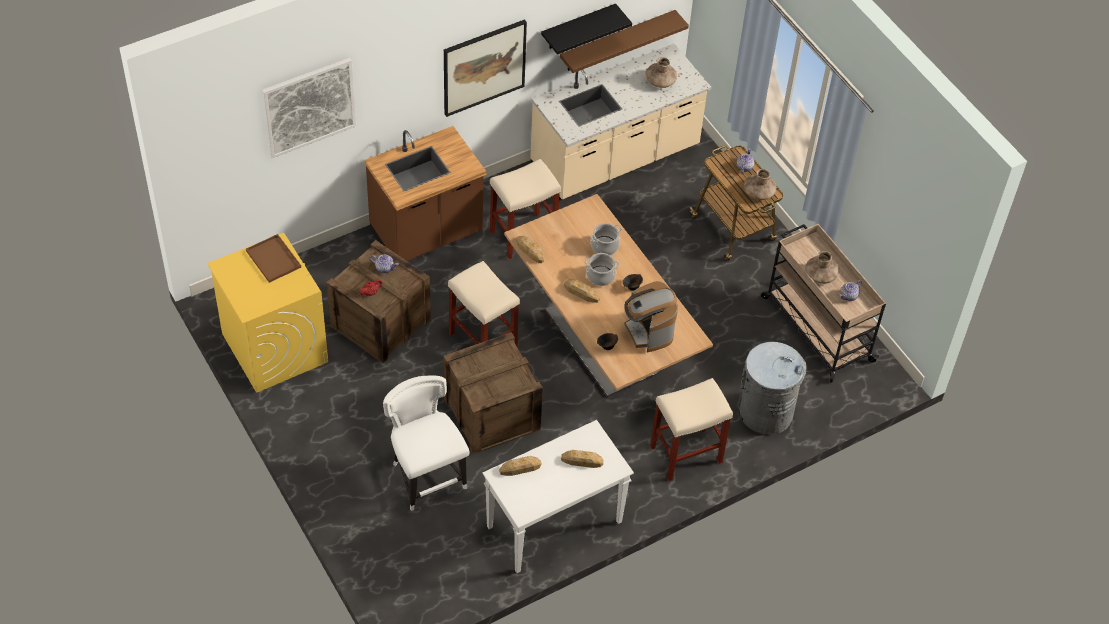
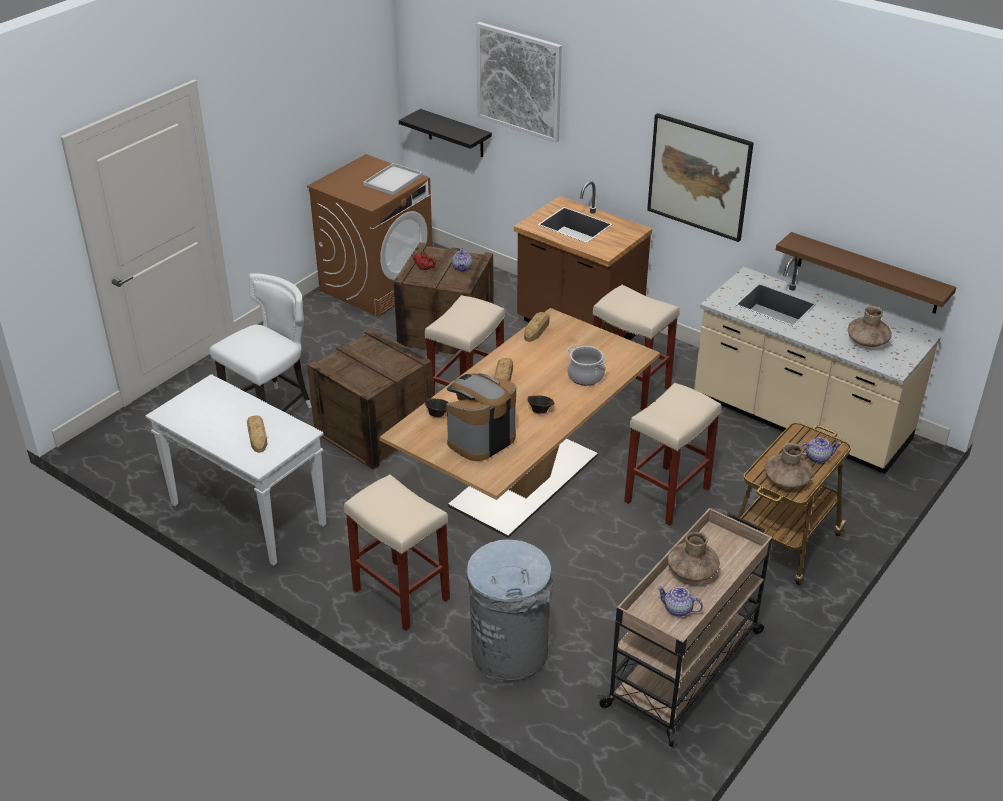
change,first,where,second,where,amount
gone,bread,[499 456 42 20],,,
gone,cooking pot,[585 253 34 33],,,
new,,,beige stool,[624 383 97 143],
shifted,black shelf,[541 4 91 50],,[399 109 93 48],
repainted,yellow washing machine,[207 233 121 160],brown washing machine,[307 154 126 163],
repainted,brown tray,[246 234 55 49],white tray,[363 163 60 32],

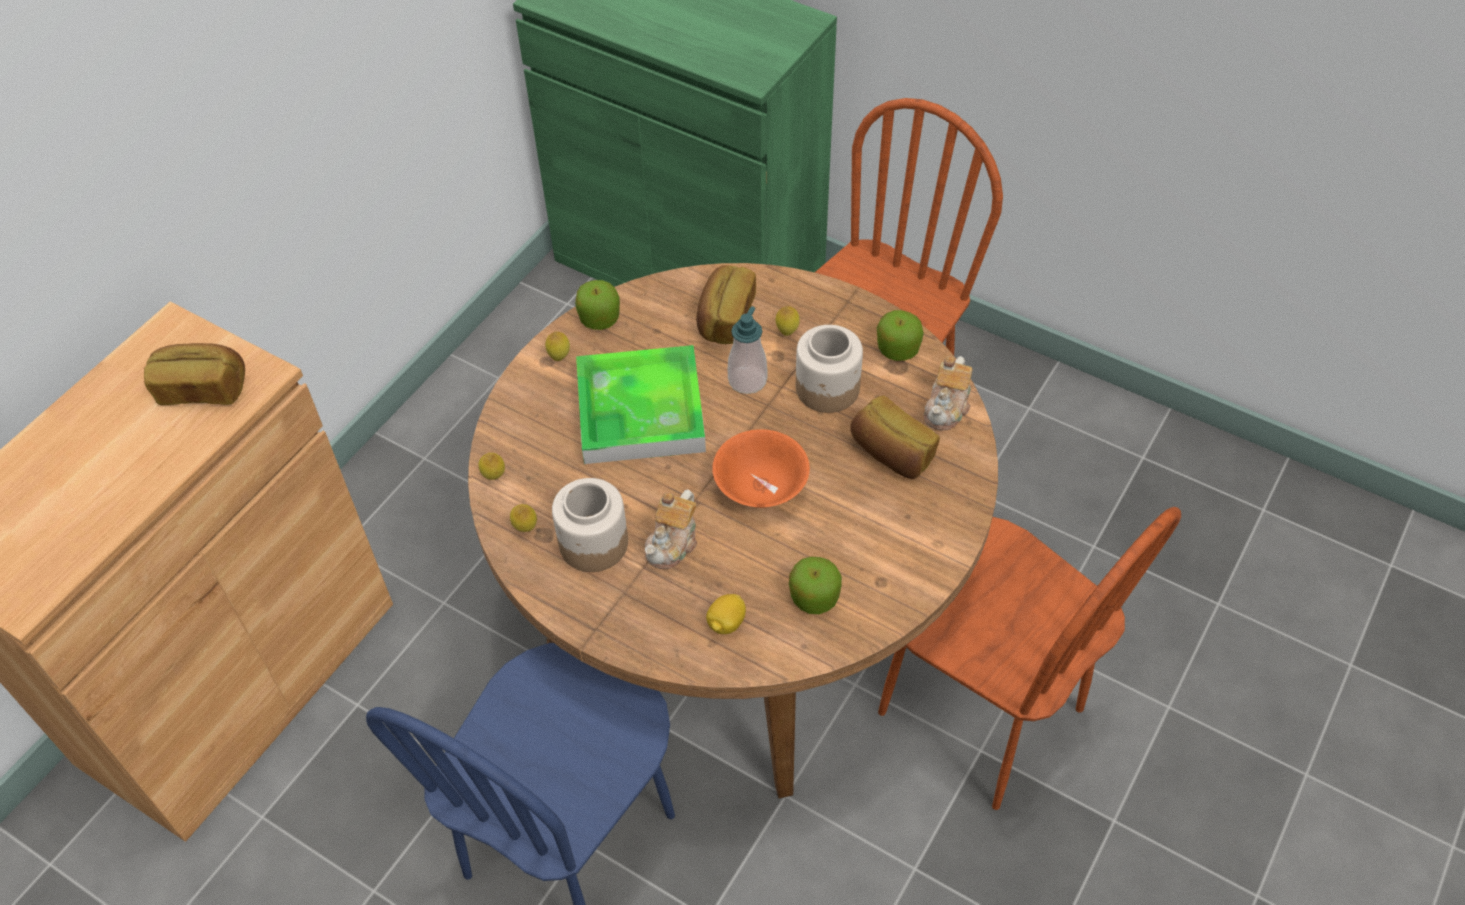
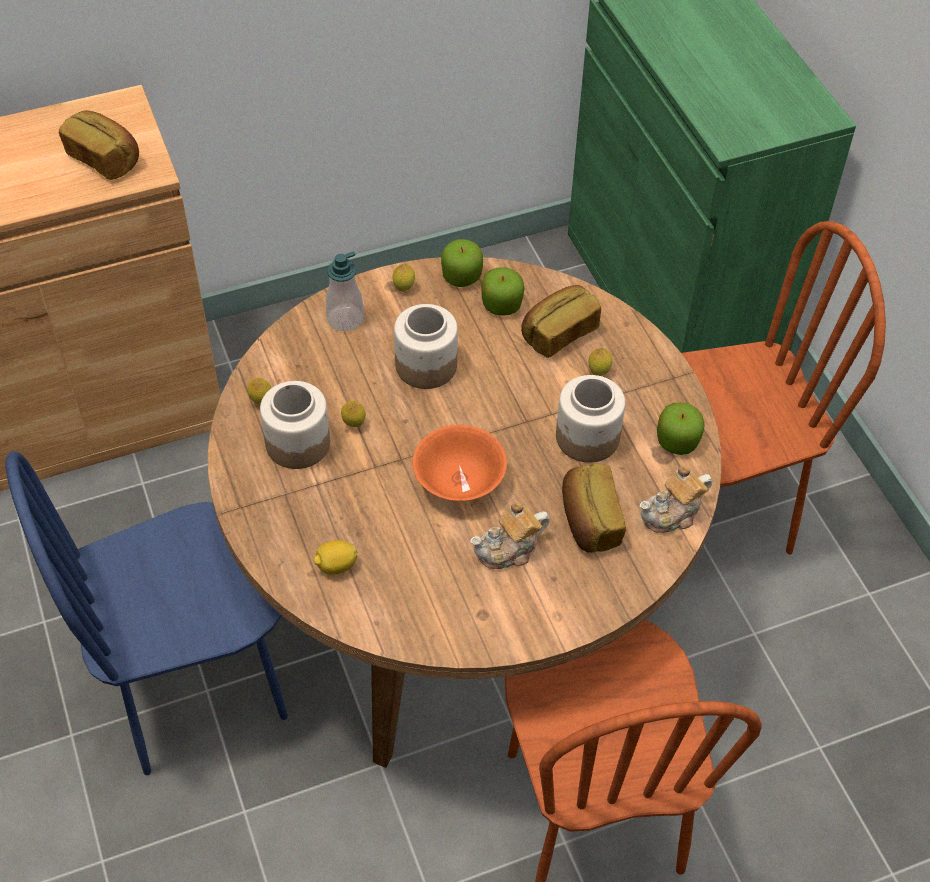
change,first,where,second,where,amount
shifted,lemon,[478 453 27 27],,[341 401 25 26],
shifted,teapot,[645 490 53 79],,[470 502 80 67],
shifted,soap dispenser,[728 306 39 88],,[326 251 38 80],
shifted,apple,[789 557 53 57],,[481 267 44 49],
swapped,tray,[576 345 130 119],jar,[394 304 64 85],

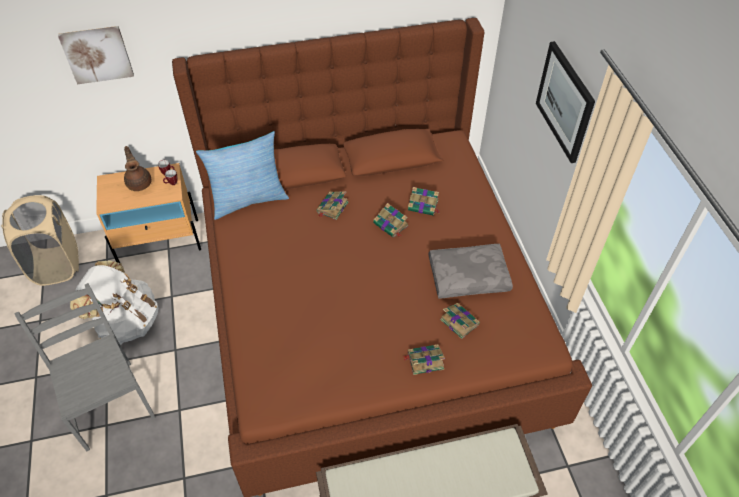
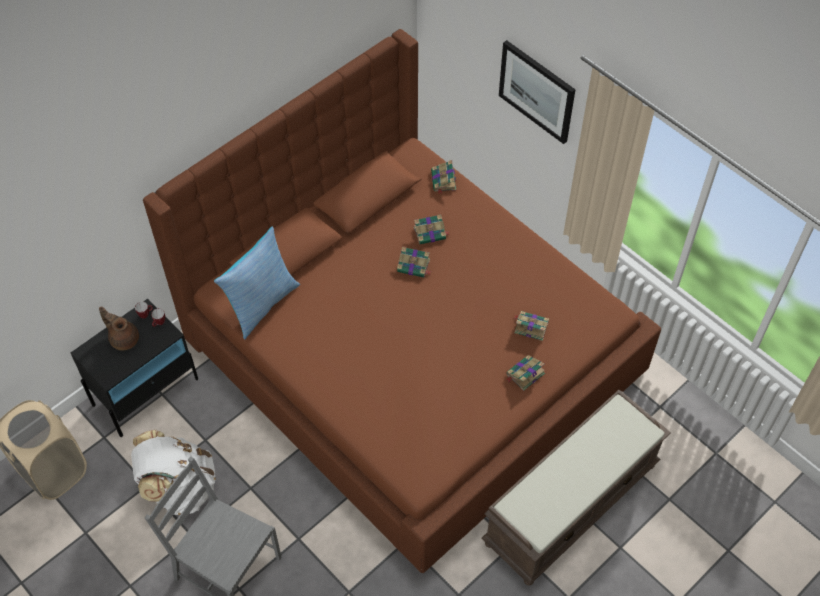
change,first,where,second,where,amount
gone,picture,[58 26 76 58],,,
gone,grey pillow,[429 244 84 54],,,
shifted,book,[316 191 33 29],,[431 160 25 34],
repainted,beige nightstand,[96 163 105 100],black nightstand,[71 299 127 138],

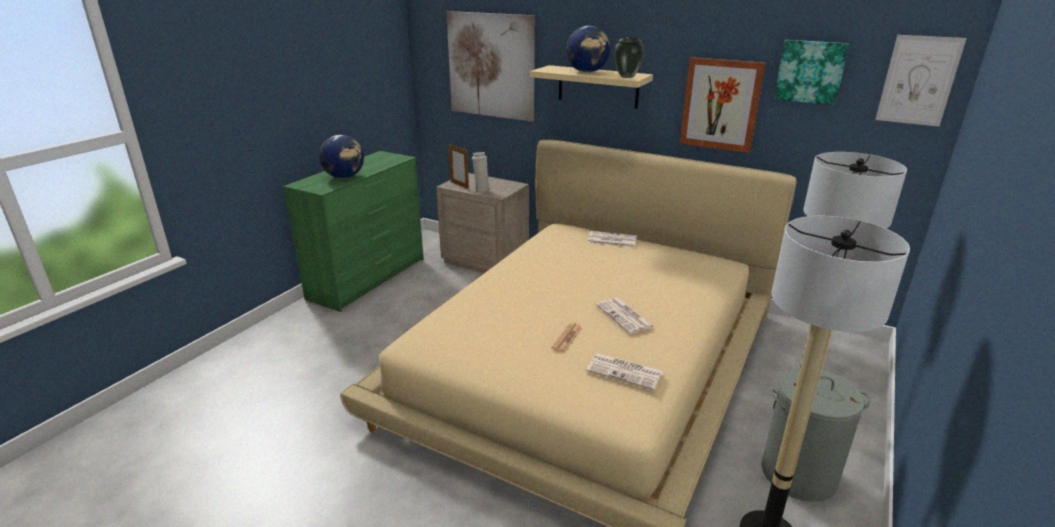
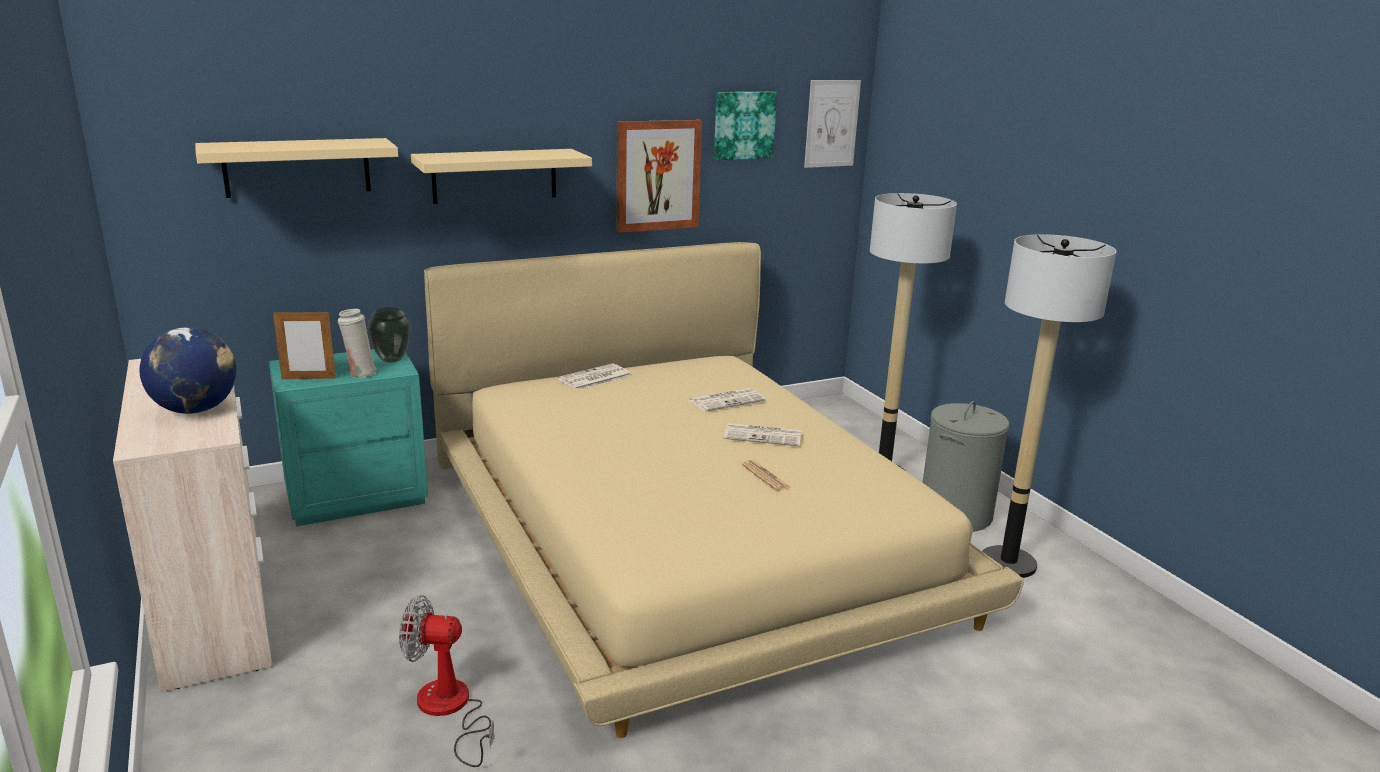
change,first,where,second,where,amount
gone,globe,[566 26 44 47],,,
new,,,fan,[399 595 96 172],
shifted,newspaper,[586 353 78 37],,[689 388 77 24],
shifted,vase,[614 37 30 41],,[367 307 44 56],
swapped,picture,[446 11 89 111],beige shelf,[195 138 203 60],
repainted,green dresser,[283 151 141 161],beige dresser,[113 359 159 333],
repainted,beige nightstand,[436 173 93 100],turquoise nightstand,[269 349 159 177],

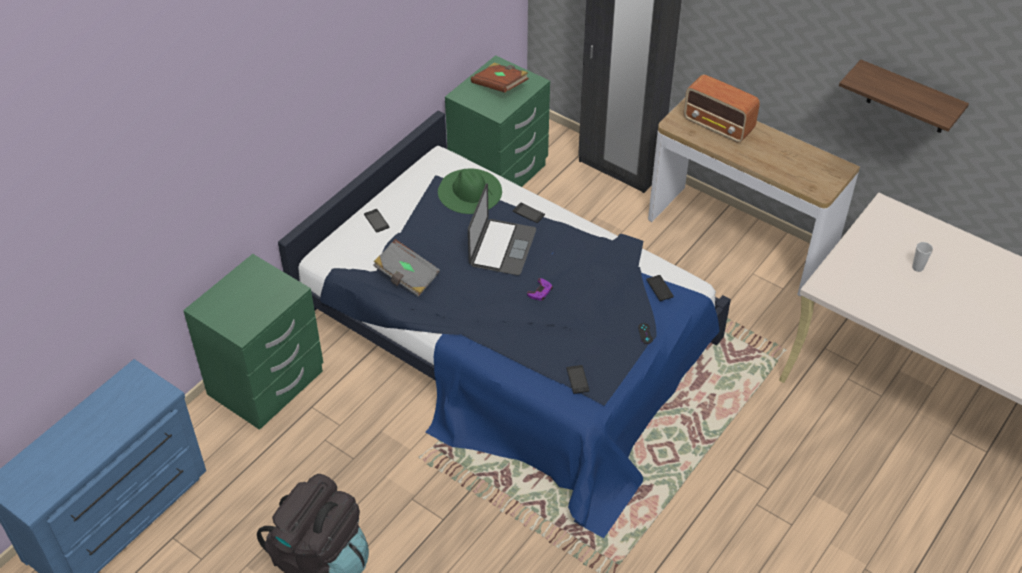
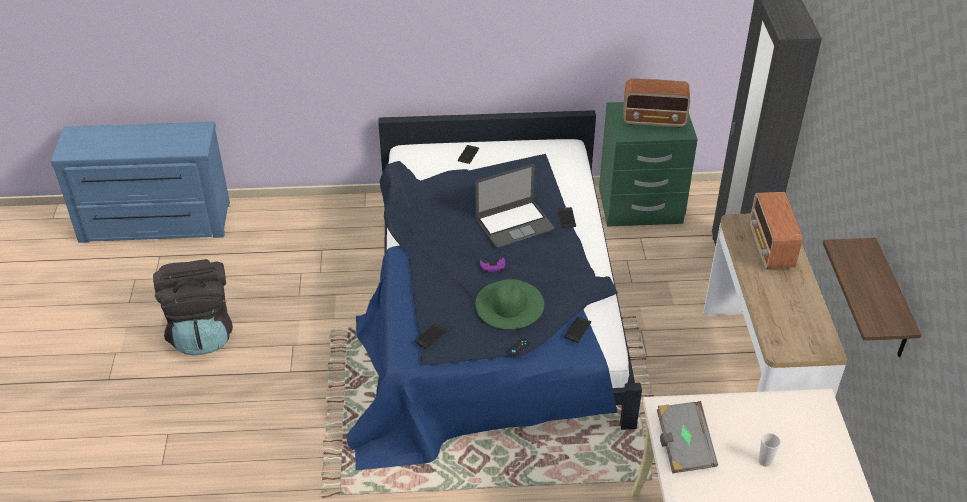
change,first,where,second,where,amount
gone,green nightstand,[183 254 140 176],,,
shifted,grey book,[373 239 67 58],,[657 401 61 72],
shifted,green hat,[438 169 64 45],,[475 279 69 50],
swapped,brown book,[471 63 58 30],radio,[623 79 67 49],

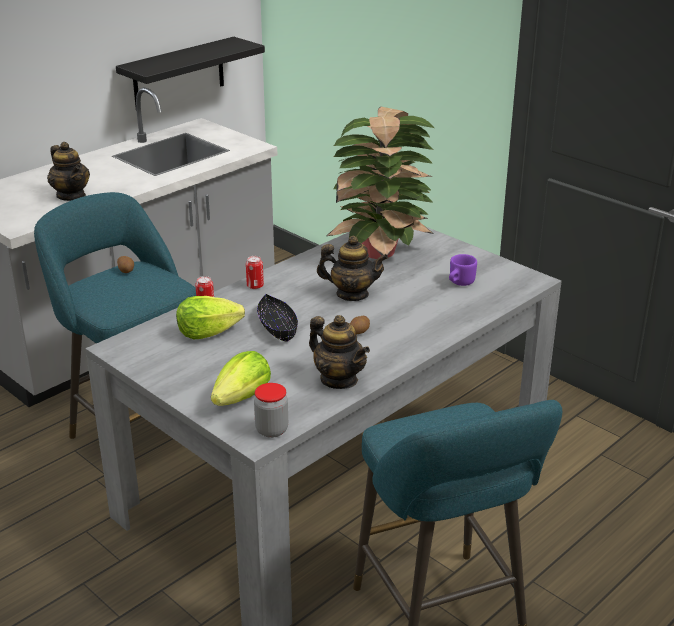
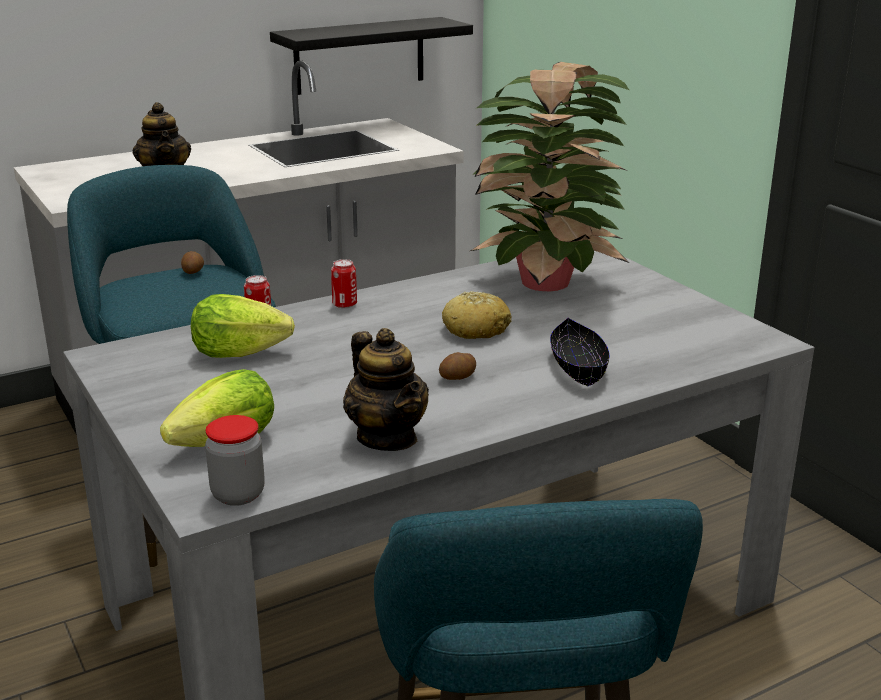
change,first,where,second,where,amount
gone,purple mug,[449 254 28 32],,,
shifted,black bowl,[257 294 41 48],,[550 318 60 68],
swapped,teapot,[317 236 71 65],bread,[442 291 69 48],

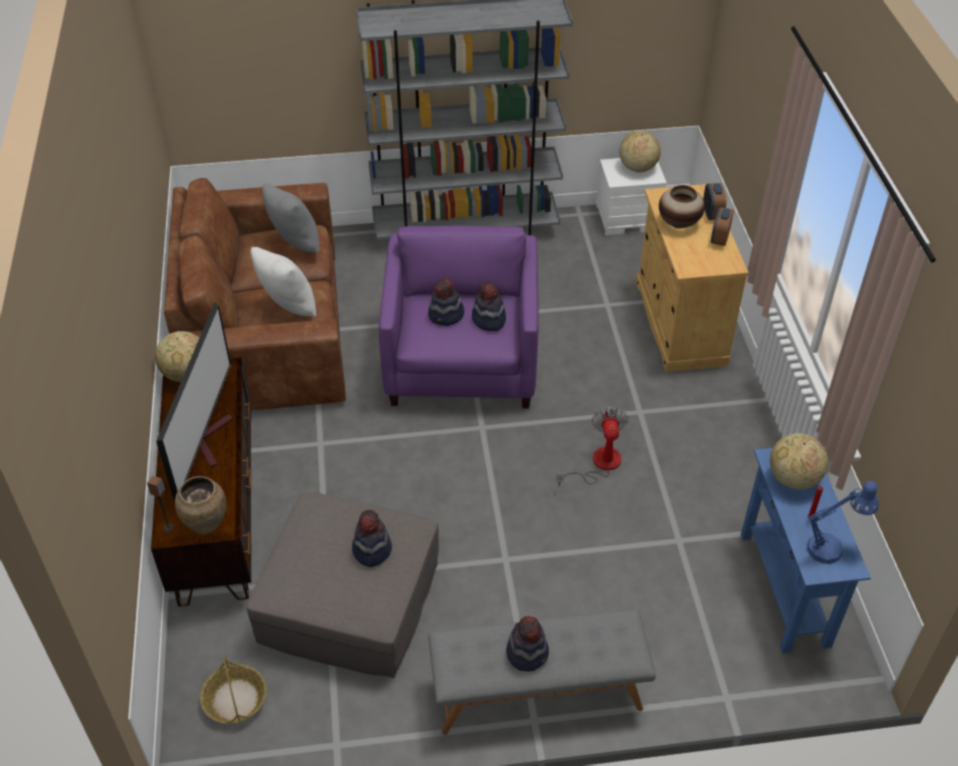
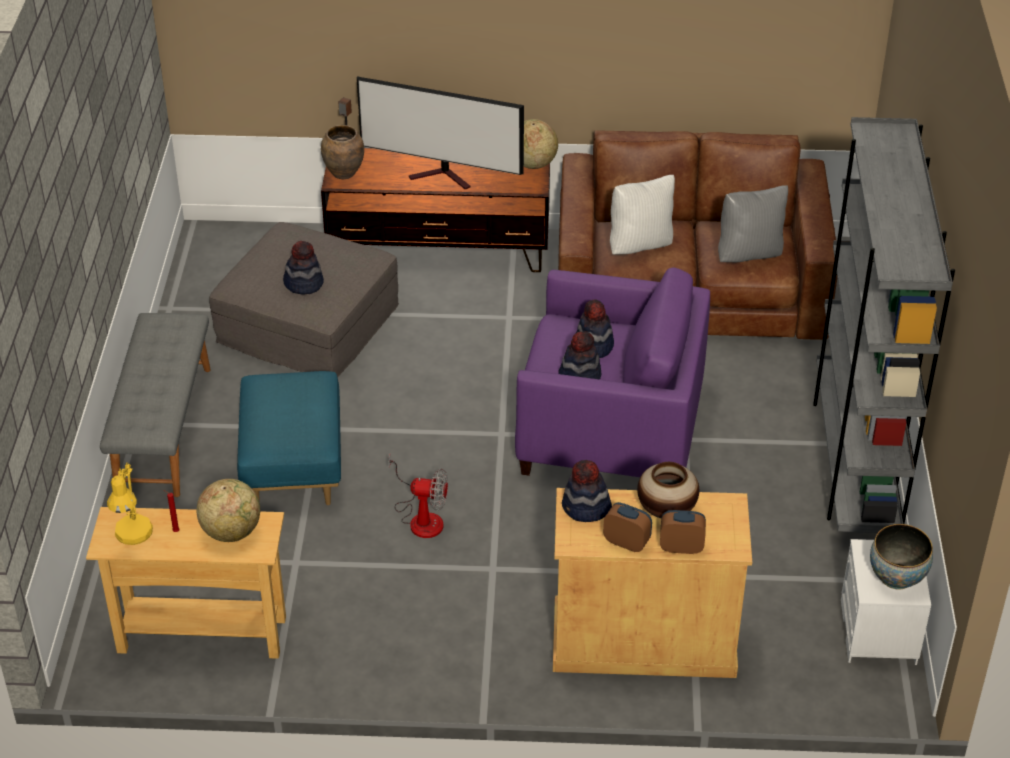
change,first,where,second,where,amount
gone,basket,[200 656 66 68],,,
new,,,blue ottoman,[237 371 104 134],
shifted,hat,[506 616 43 56],,[562 460 50 62],
swapped,globe,[619 131 42 41],bowl,[870 524 63 66],
repainted,blue console table,[741 448 130 205],beige console table,[86 507 200 152],
repainted,blue table lamp,[807 481 72 83],yellow table lamp,[107 462 46 83],

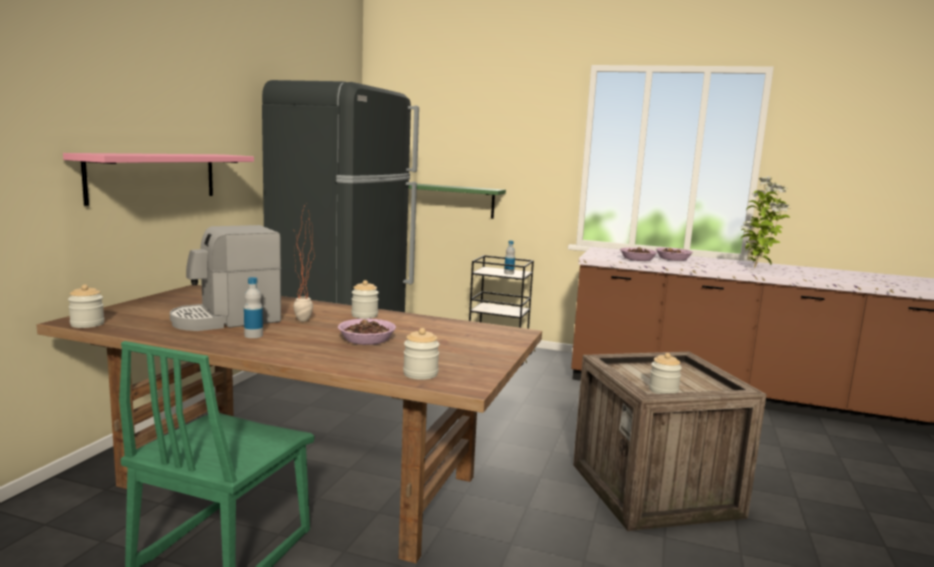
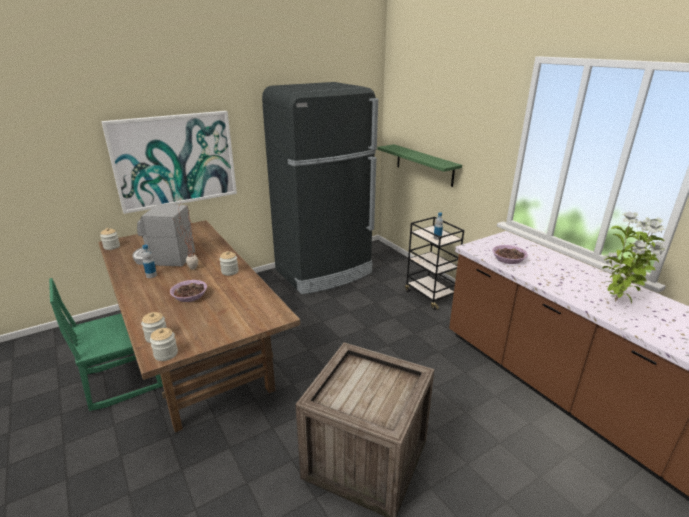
change,first,where,second,where,amount
gone,bowl,[656 248 37 13],,,
shifted,jar,[649 353 33 41],,[150 328 28 33],
swapped,pink shelf,[63 153 191 53],picture,[101 111 136 103],

